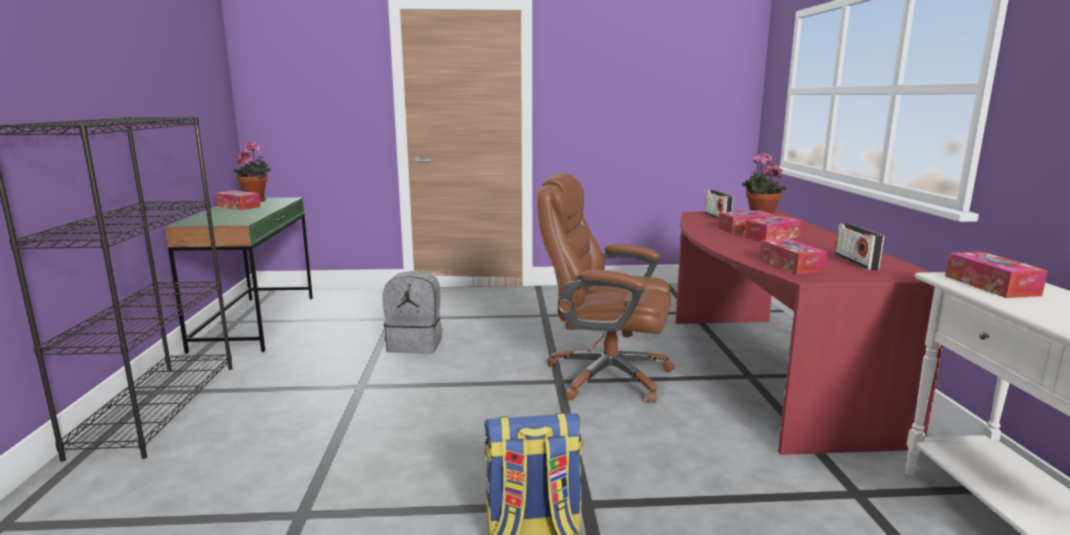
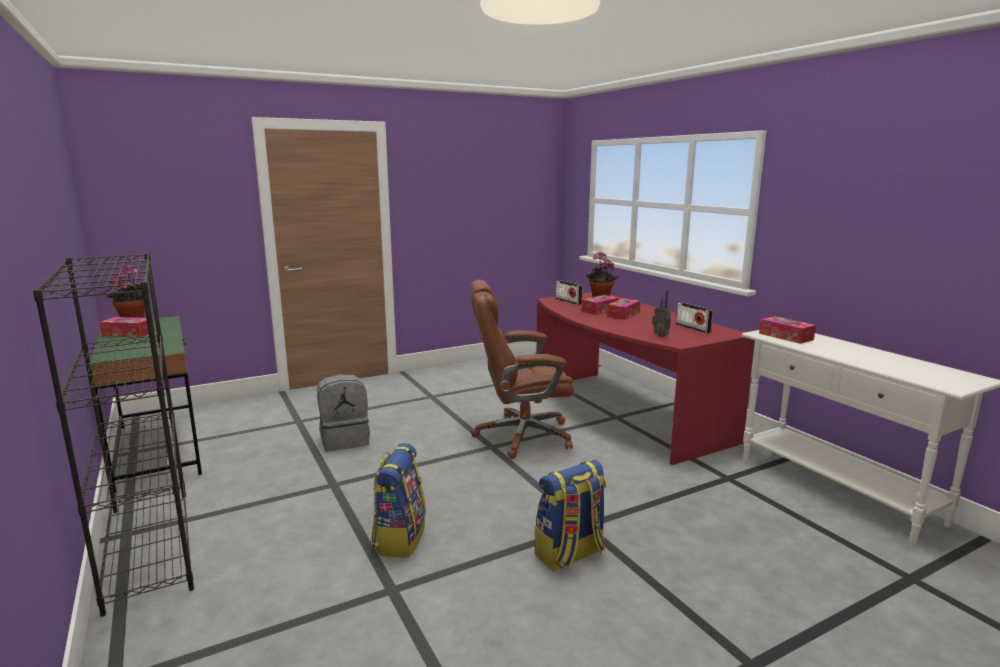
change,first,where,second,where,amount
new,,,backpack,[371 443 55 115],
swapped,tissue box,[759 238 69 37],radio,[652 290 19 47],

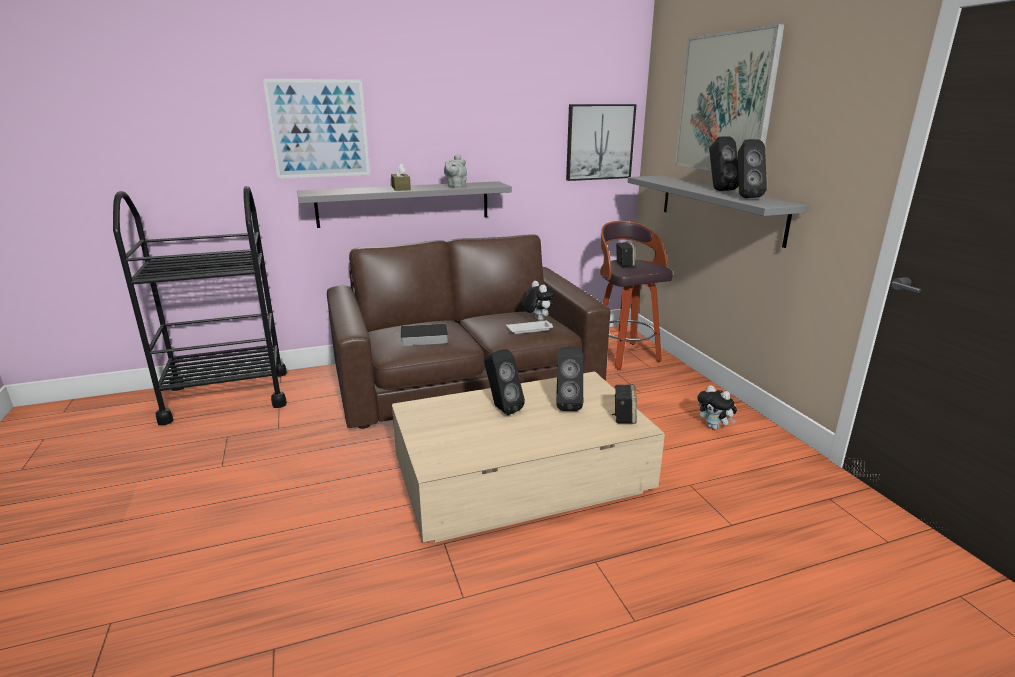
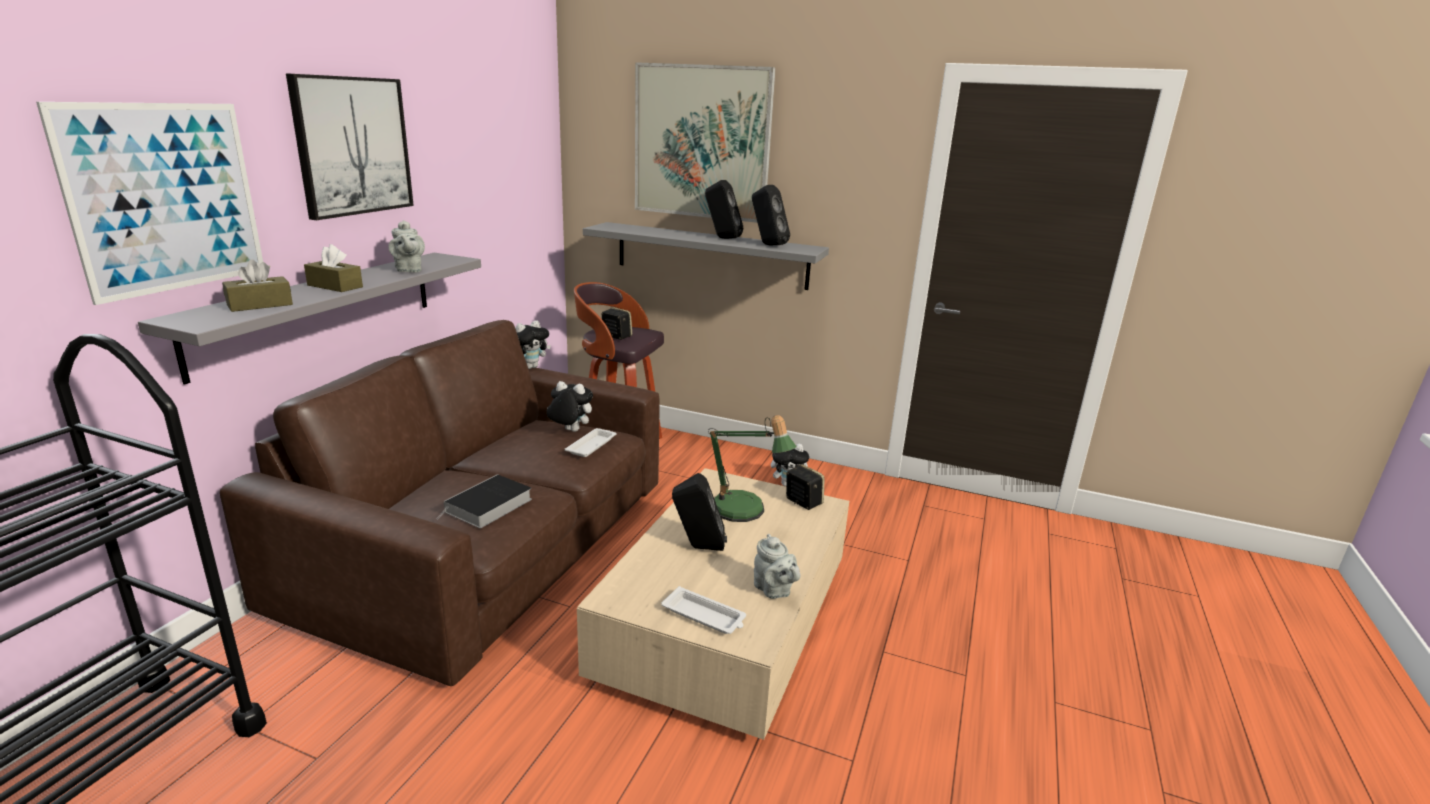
change,first,where,second,where,amount
new,,,brown tissue box,[222 259 71 53],
new,,,plush toy,[515 320 36 49],
new,,,white tray,[661 586 85 48],
new,,,grey teapot,[754 534 46 65],
shifted,picture,[566 104 71 77],,[286 73 128 147],
swapped,black speaker,[556 347 27 64],table lamp,[708 415 89 107],

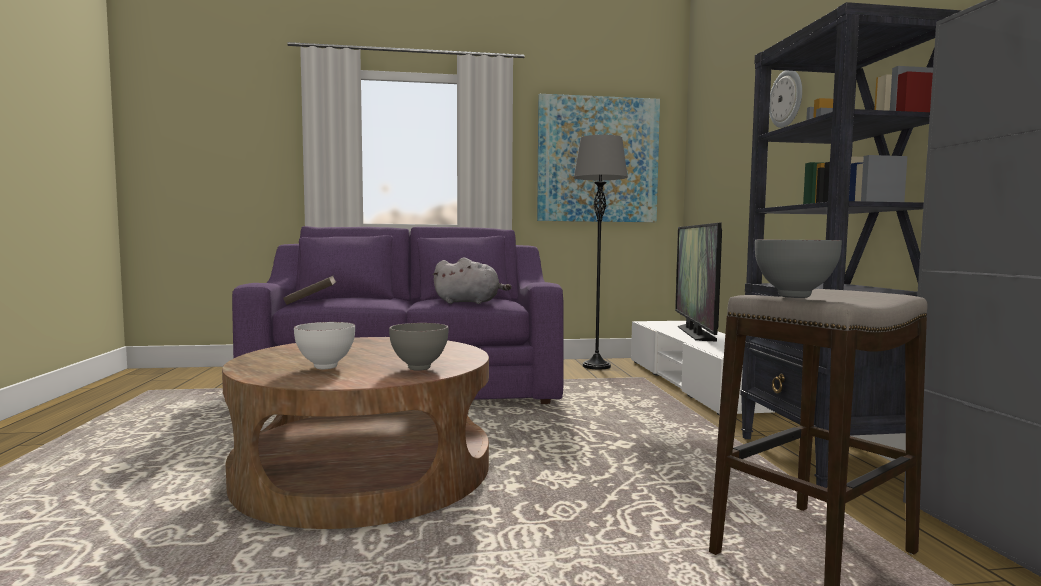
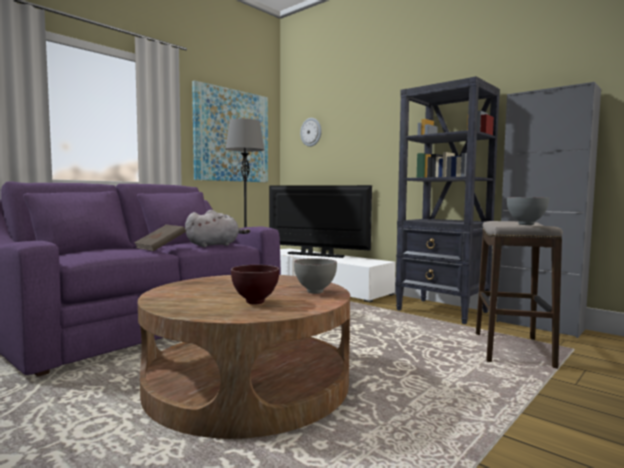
change,first,where,second,where,amount
shifted,brown book,[283 275 53 30],,[134 225 52 26],
shifted,wall clock,[769 70 33 58],,[300 118 21 29],
repainted,white bowl,[294 322 61 47],brown bowl,[231 265 48 40],
rotated,television,[675 223 47 119],,[269 185 103 73],150 degrees clockwise

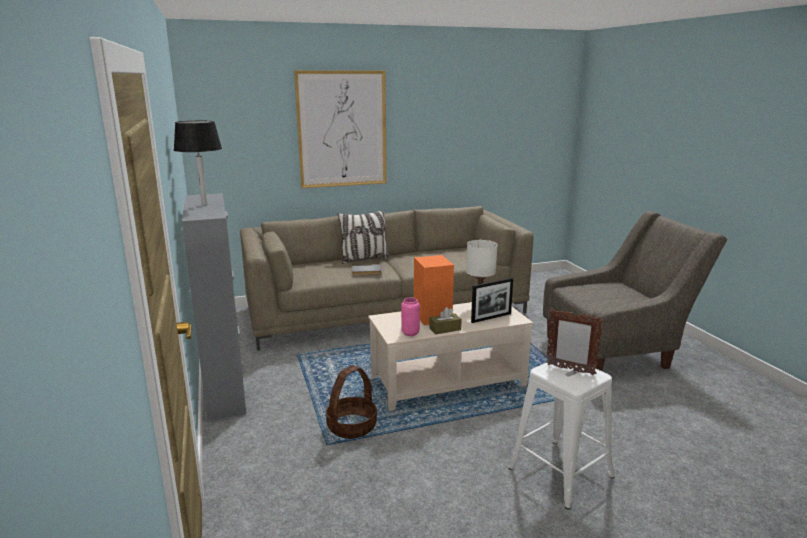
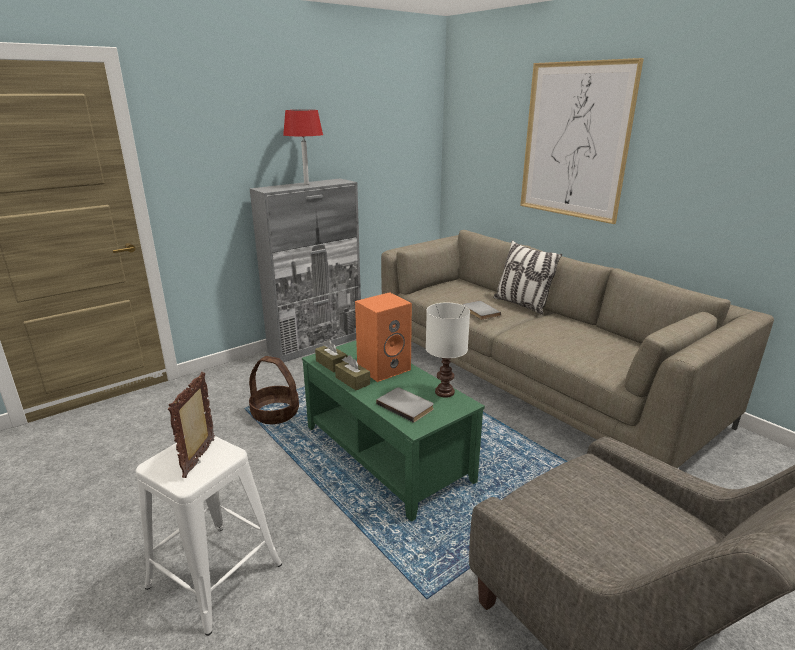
change,first,where,second,where,amount
swapped,pink vase,[401 298 19 38],brown tissue box,[315 339 33 34],
swapped,picture frame,[471 278 42 45],grey book,[376 387 58 36],
repainted,black table lamp,[174 120 48 86],red table lamp,[283 110 40 75],
repainted,beige coffee table,[368 302 165 109],green coffee table,[302 341 183 181],

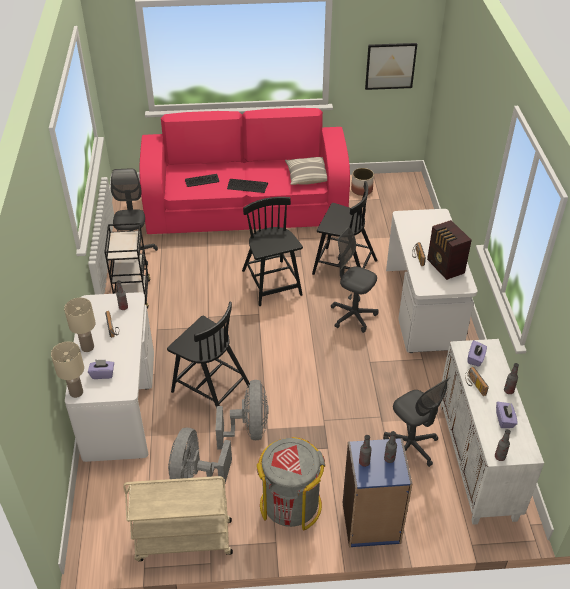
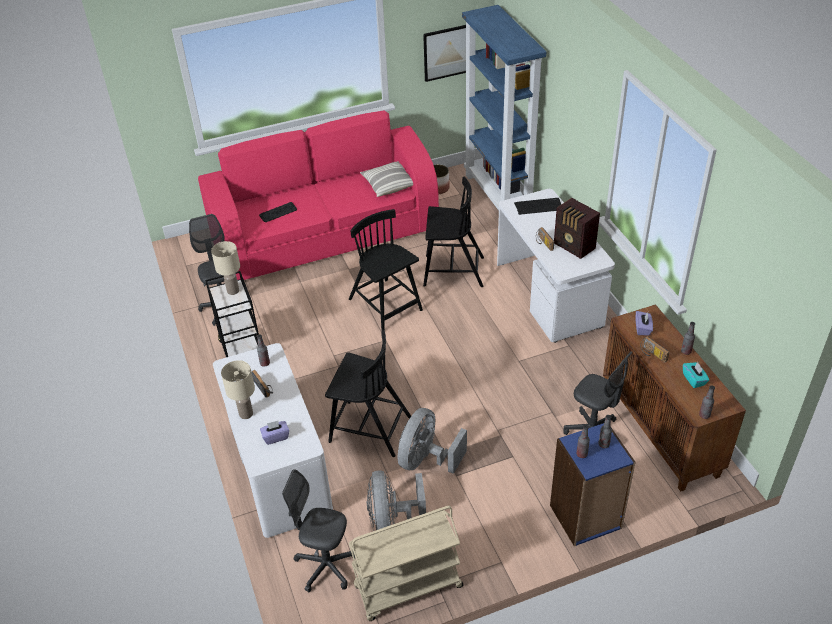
change,first,where,second,where,amount
gone,grey trash can,[257 437 68 93],,,
new,,,blue bookcase,[462 5 84 206],
shifted,beige table lamp,[51 342 33 56],,[211 241 29 54],
shifted,keyboard,[227 179 41 14],,[514 198 47 17],
shifted,grey office chair,[331 227 47 106],,[282 469 73 123],
repainted,white cabinet,[441 339 103 186],brown cabinet,[603 304 143 188],
repainted,purple tissue box,[496 402 22 26],turquoise tissue box,[683 362 26 26],
rotated,grey fan,[216 380 53 70],,[398 408 69 66],135 degrees counterclockwise

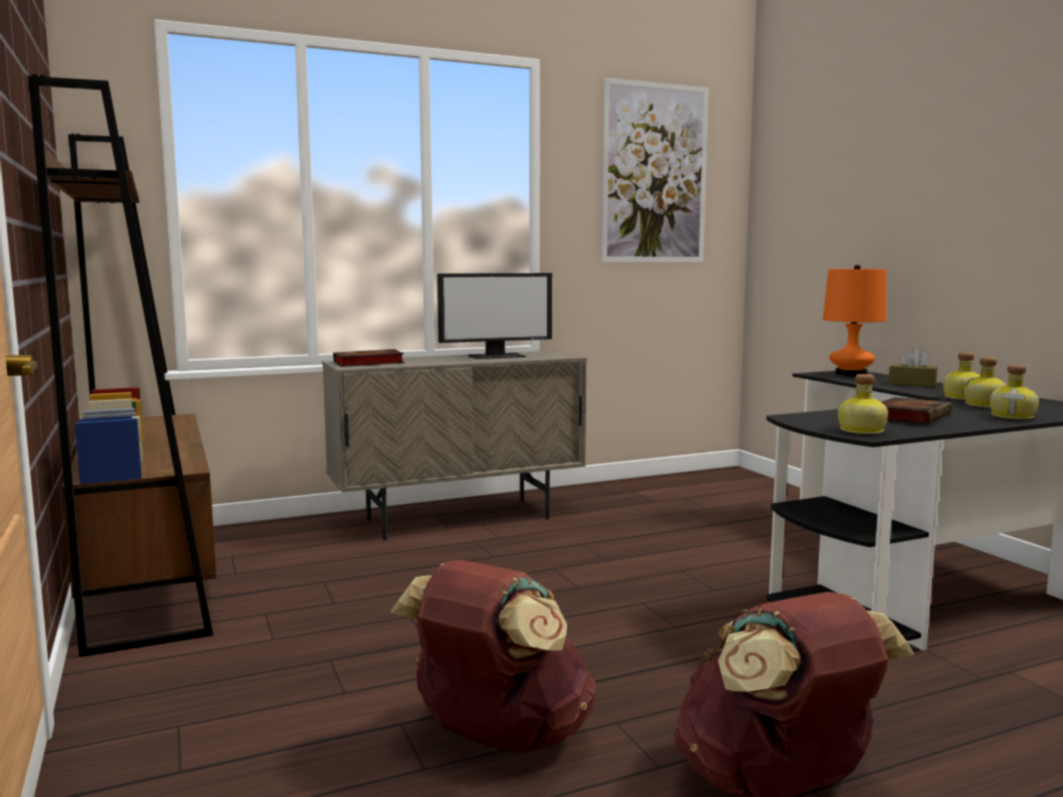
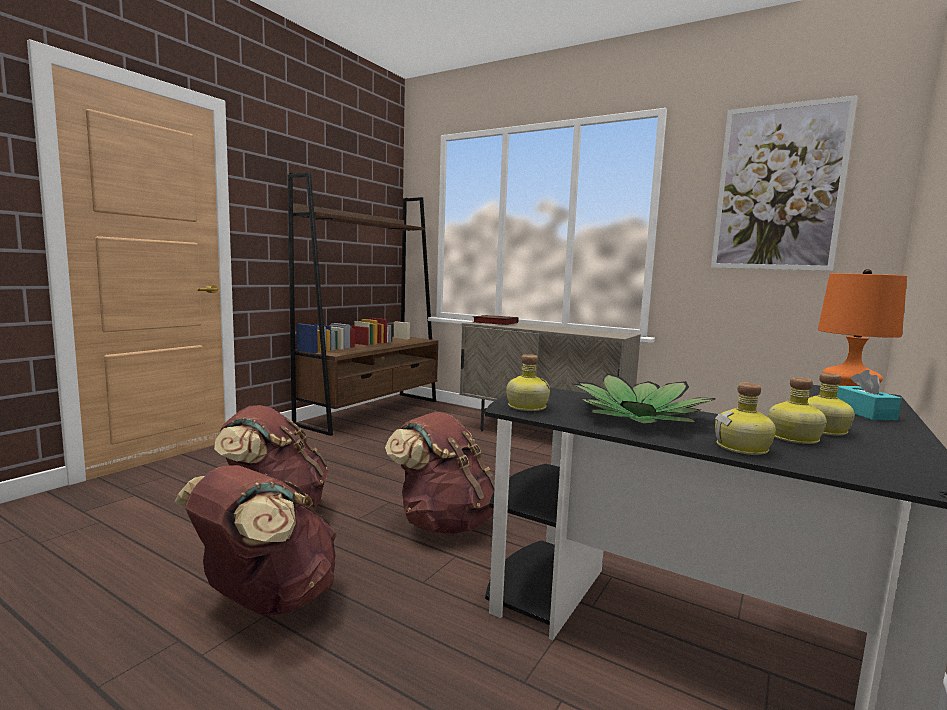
change,first,where,second,where,amount
gone,monitor,[437 273 115 86],,,
new,,,brown backpack,[385 412 110 122],
swapped,book,[881 397 71 27],potted plant,[573 373 143 51],
repainted,brown tissue box,[889 348 49 39],turquoise tissue box,[837 370 65 50],

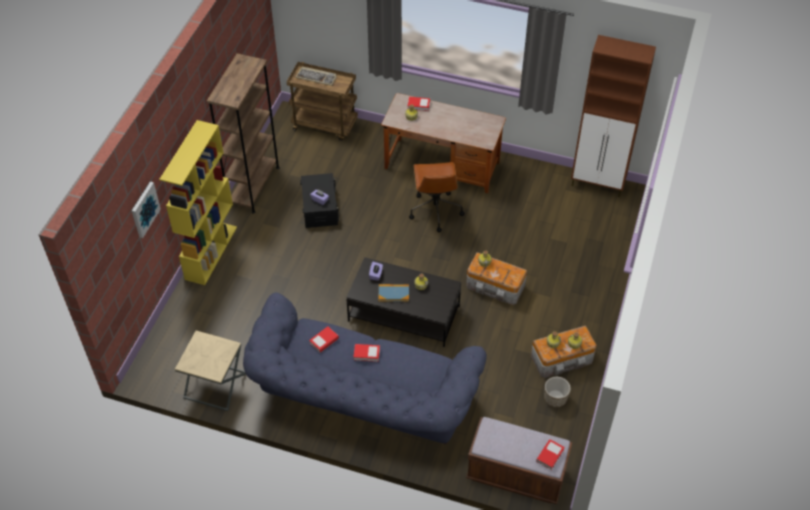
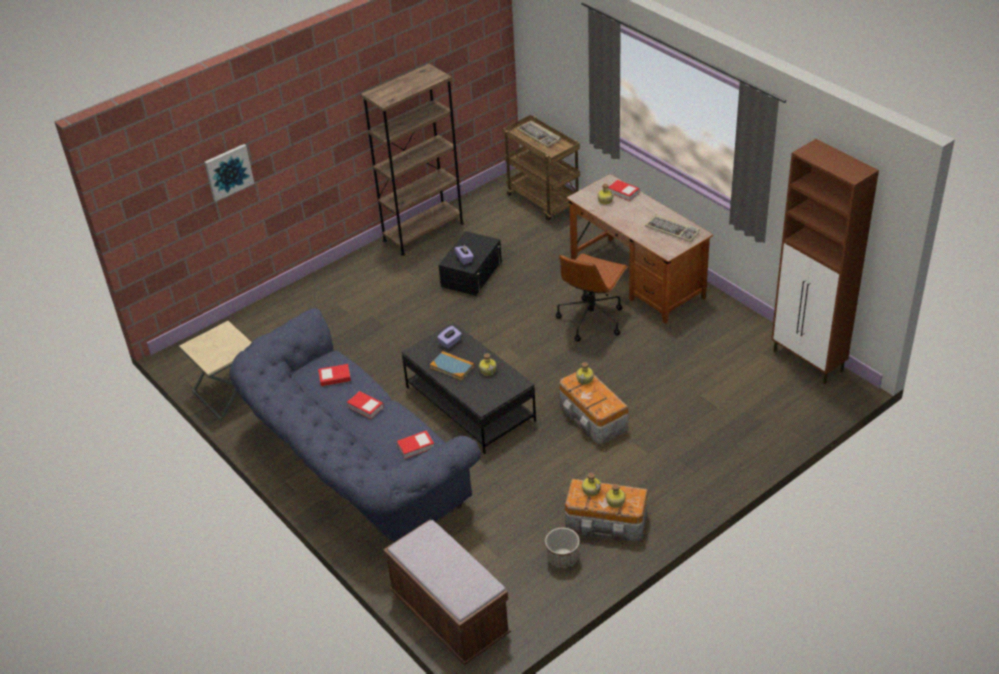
change,first,where,second,where,amount
gone,yellow bookcase,[159 120 78 165],,,
new,,,keyboard,[645 214 55 28],
shifted,book,[536 439 29 31],,[397 430 37 29],

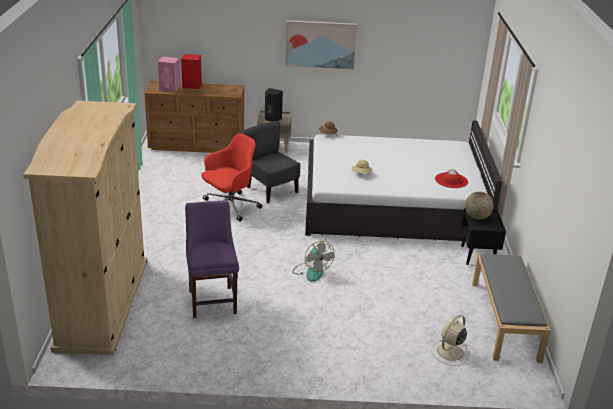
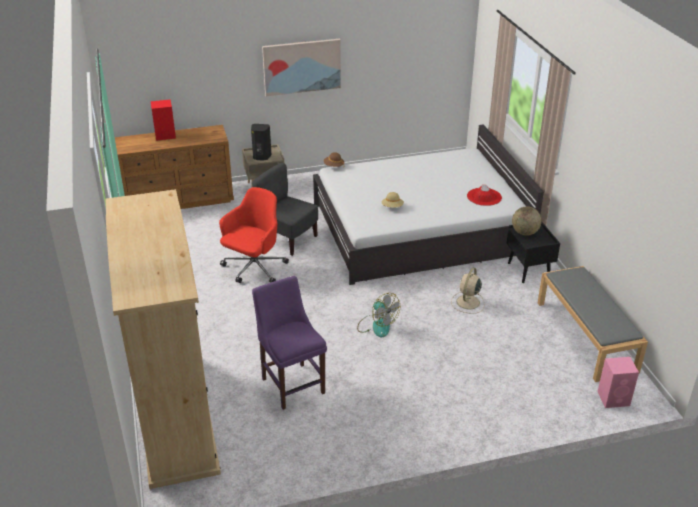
change,first,where,second,where,amount
shifted,pink speaker,[158 56 23 36],,[598 357 41 51],
shifted,beige fan,[431 315 37 51],,[451 268 33 46],

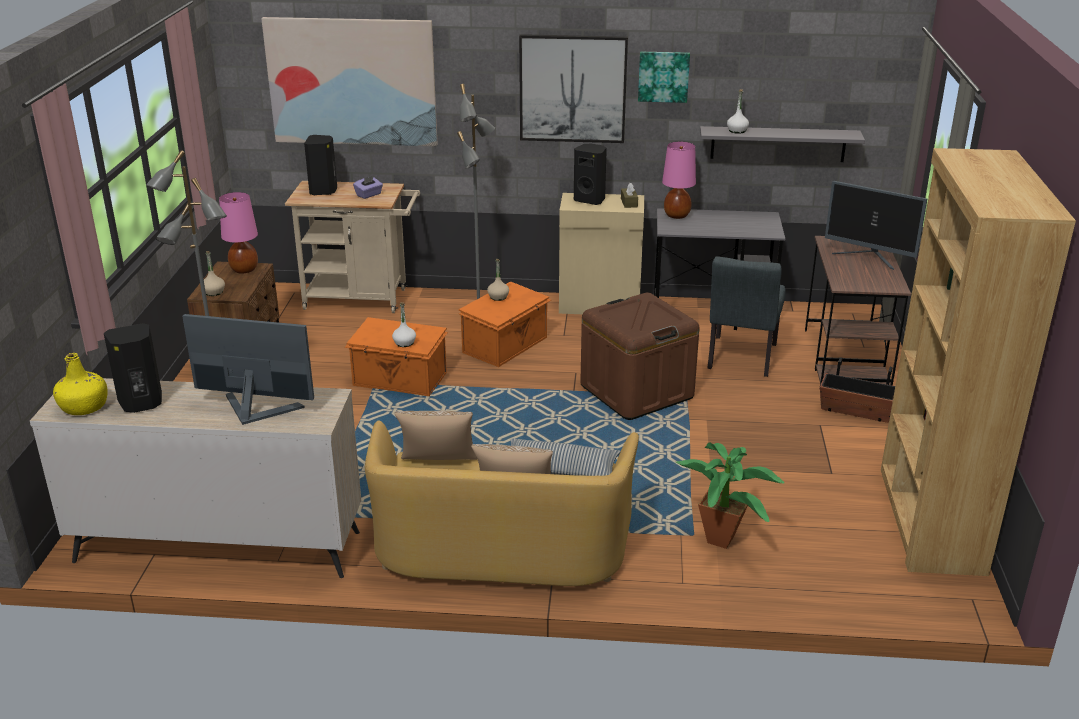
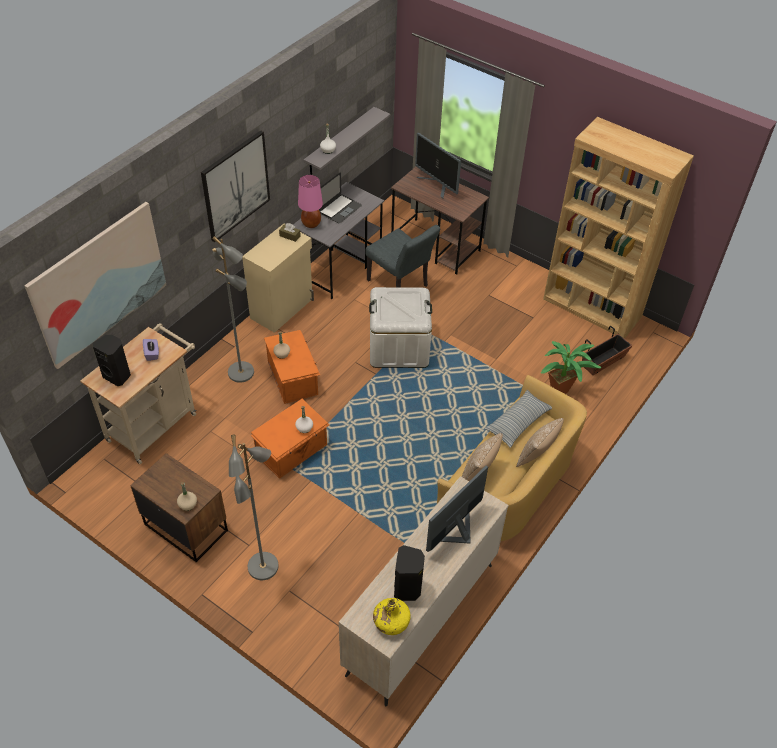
change,first,where,second,where,amount
gone,pink table lamp,[219 192 39 82],,,
gone,black speaker,[574 144 33 61],,,
gone,picture,[638 52 52 51],,,
new,,,laptop,[319 173 43 50],
shifted,planter,[820 357 75 66],,[582 326 50 49],
repainted,brown storage box,[580 293 119 127],white storage box,[369 287 63 81],
rotated,monitor,[825 181 102 89],,[415 132 46 66],75 degrees clockwise

